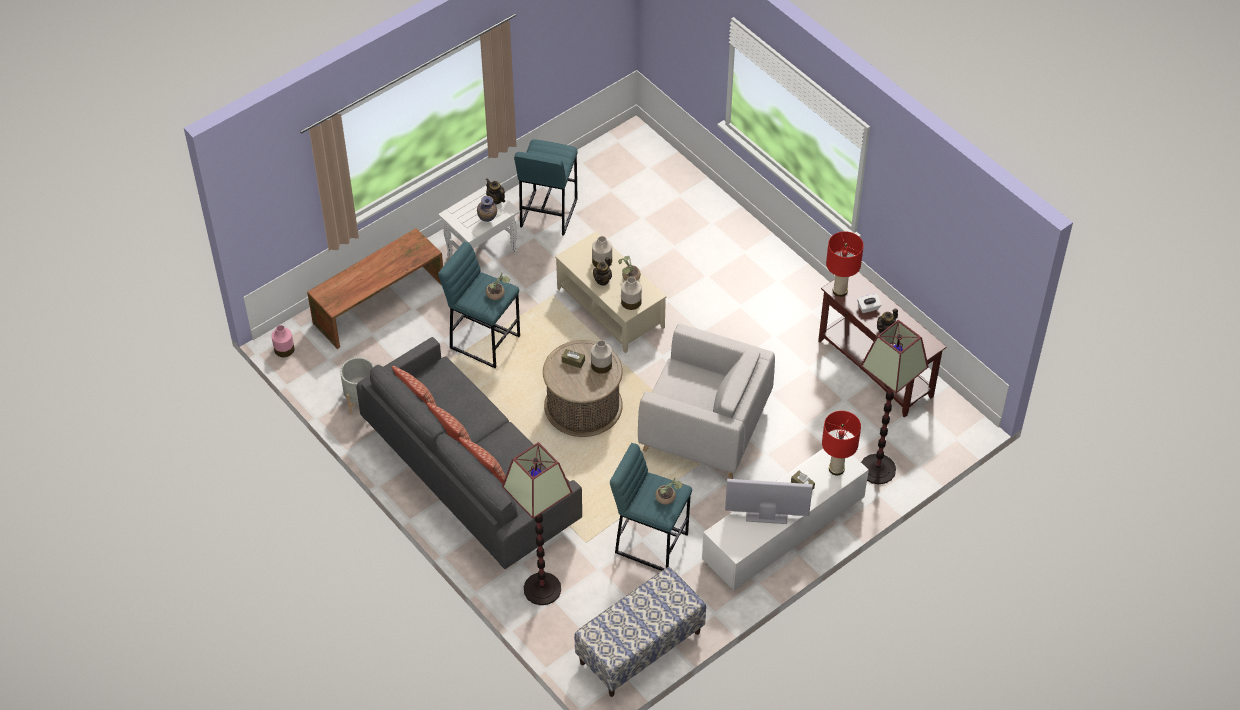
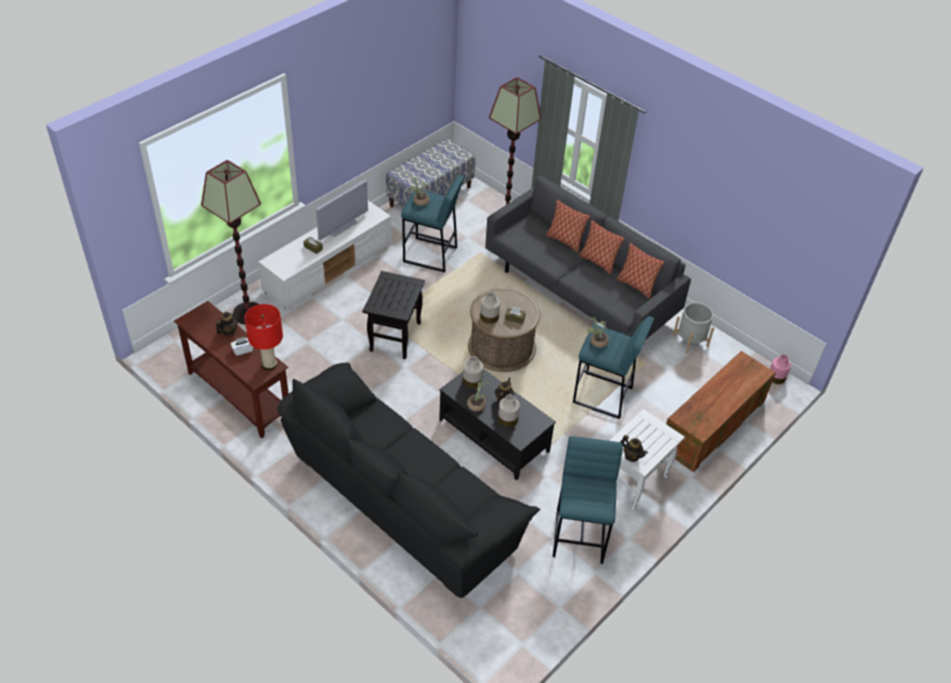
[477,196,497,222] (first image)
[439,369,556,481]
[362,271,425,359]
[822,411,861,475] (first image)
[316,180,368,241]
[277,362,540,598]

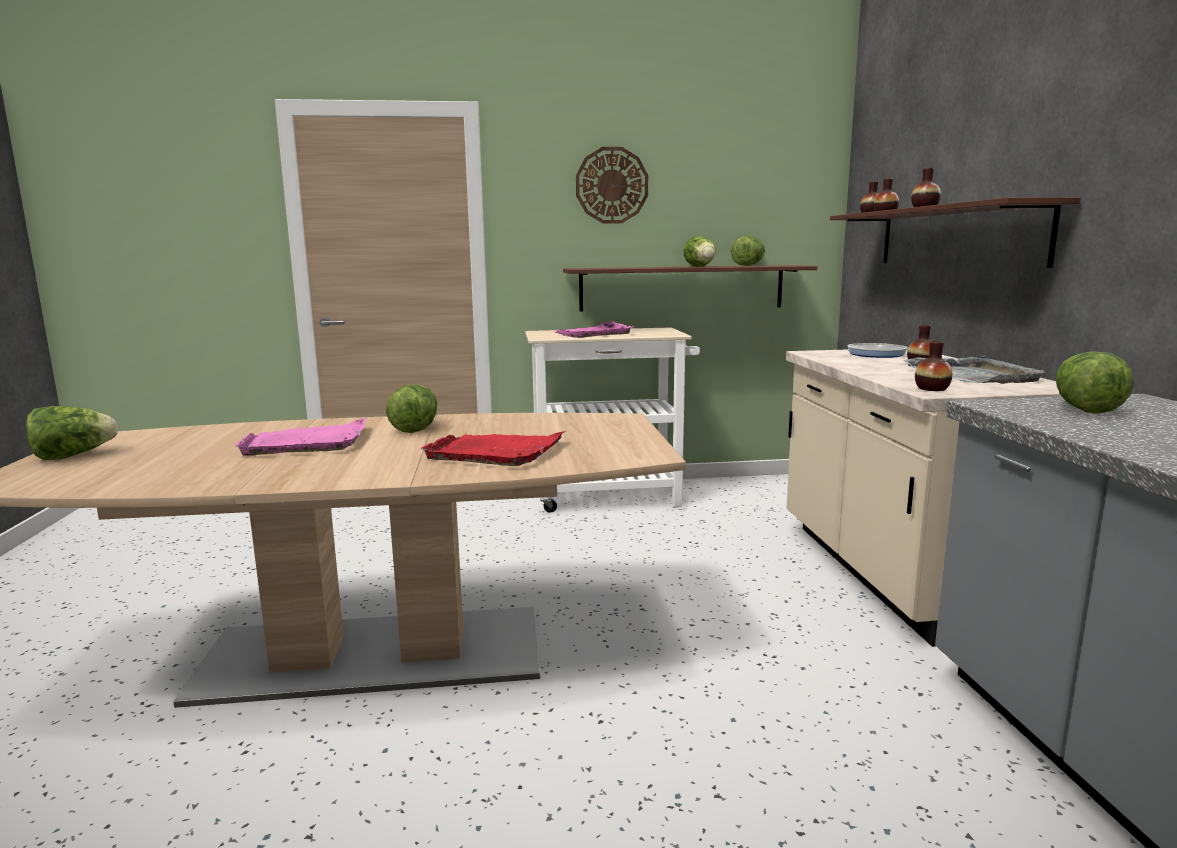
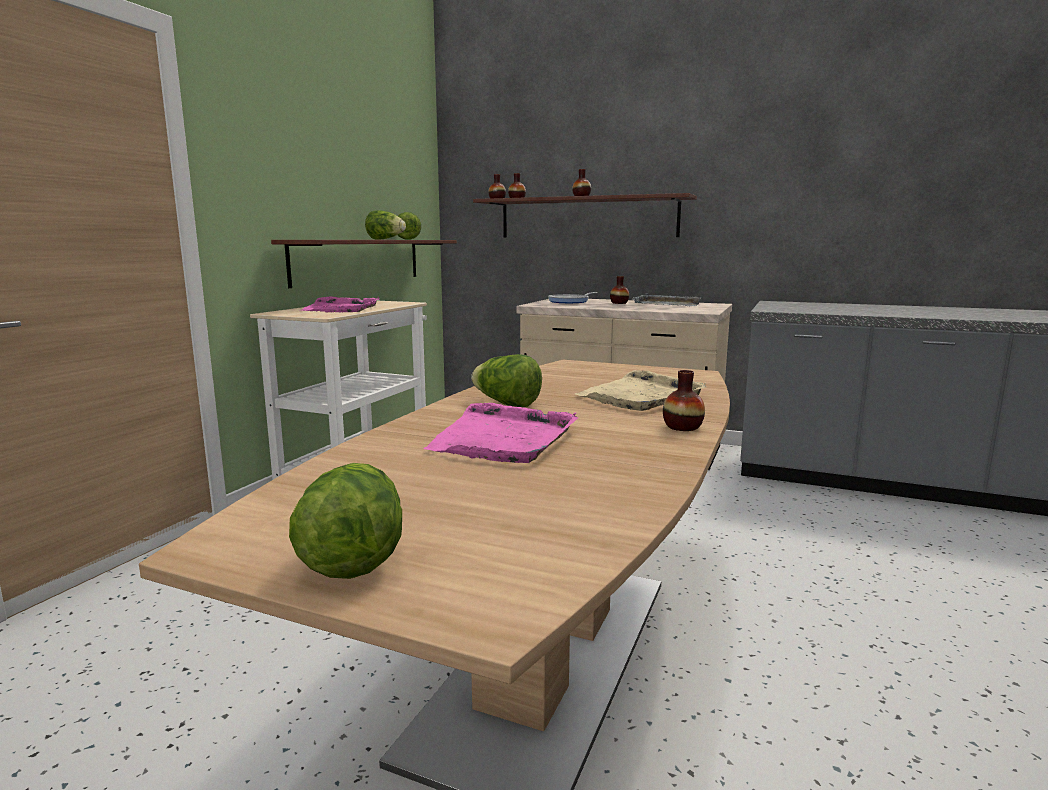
[576,147,648,223] (first image)
[663,370,705,431]
[1055,351,1134,414] (first image)
[575,370,706,411]

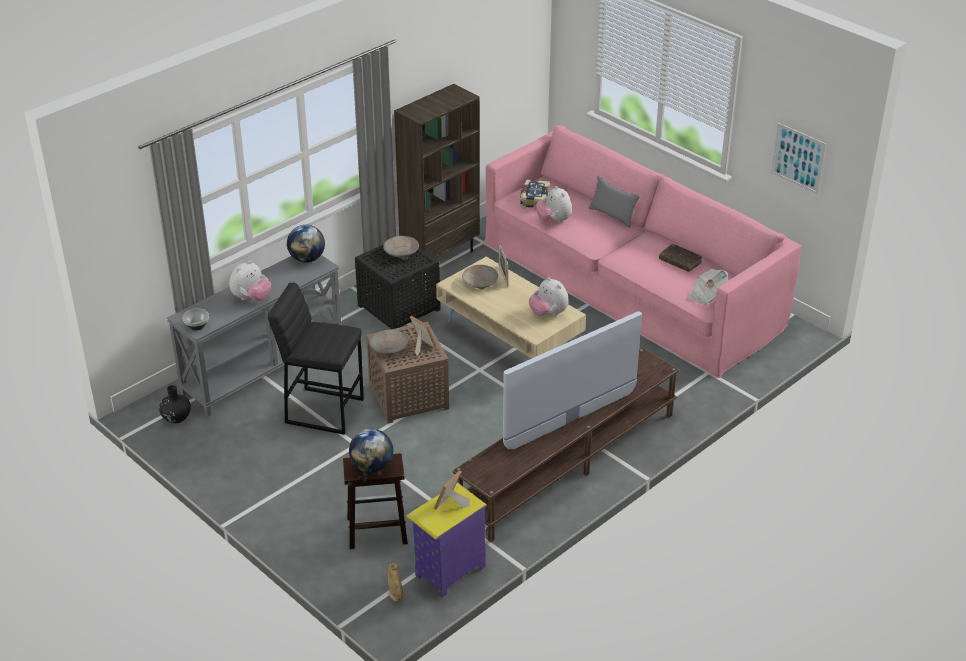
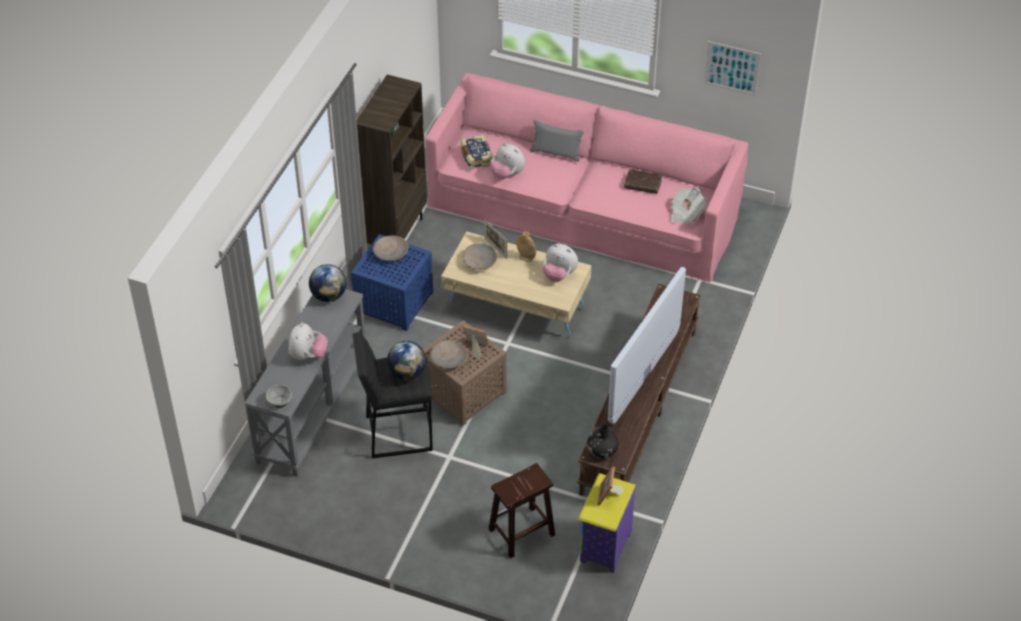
[351,234,433,331]
[587,424,619,459]
[387,341,426,380]
[516,231,536,262]

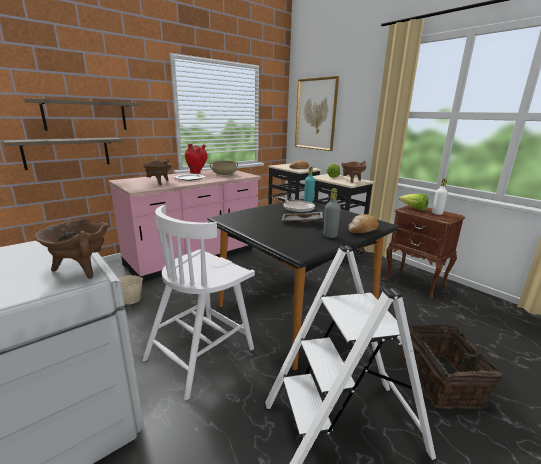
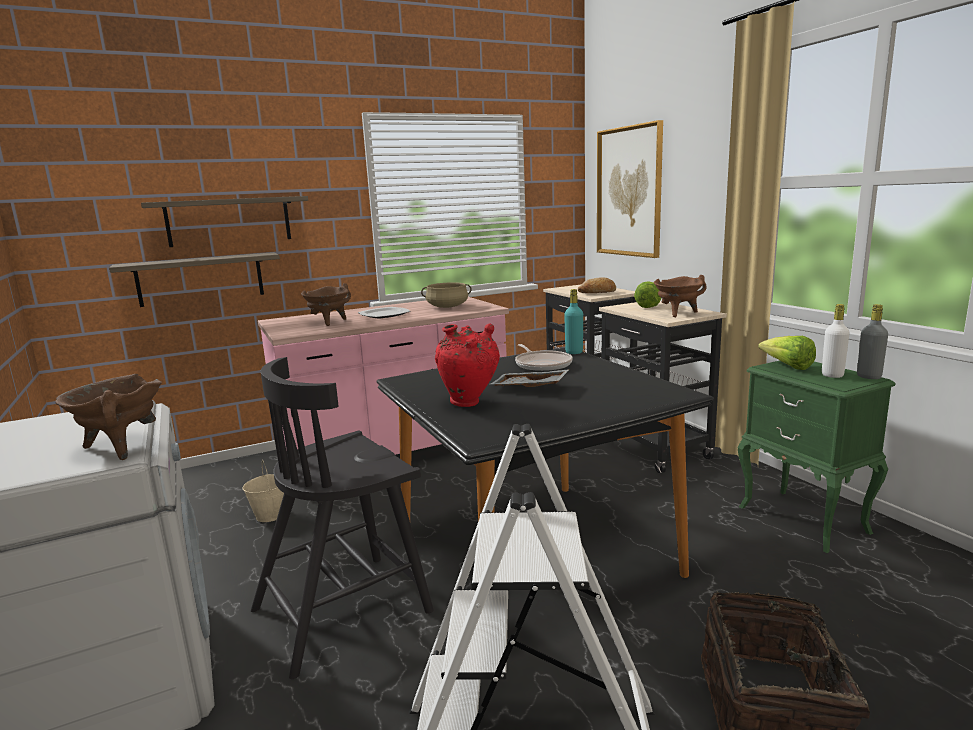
[435,323,500,407]
[857,304,888,379]
[251,357,434,679]
[738,361,896,553]
[349,214,379,233] (first image)

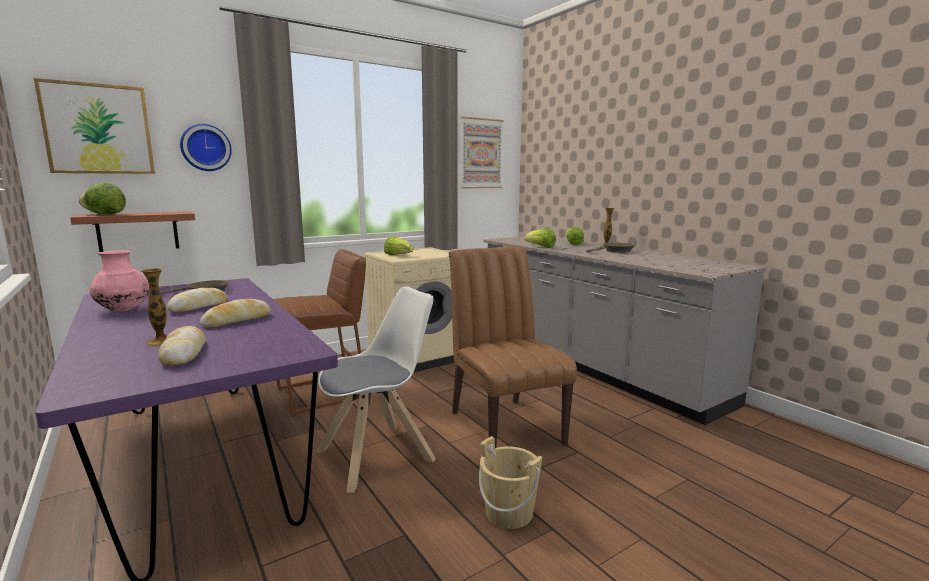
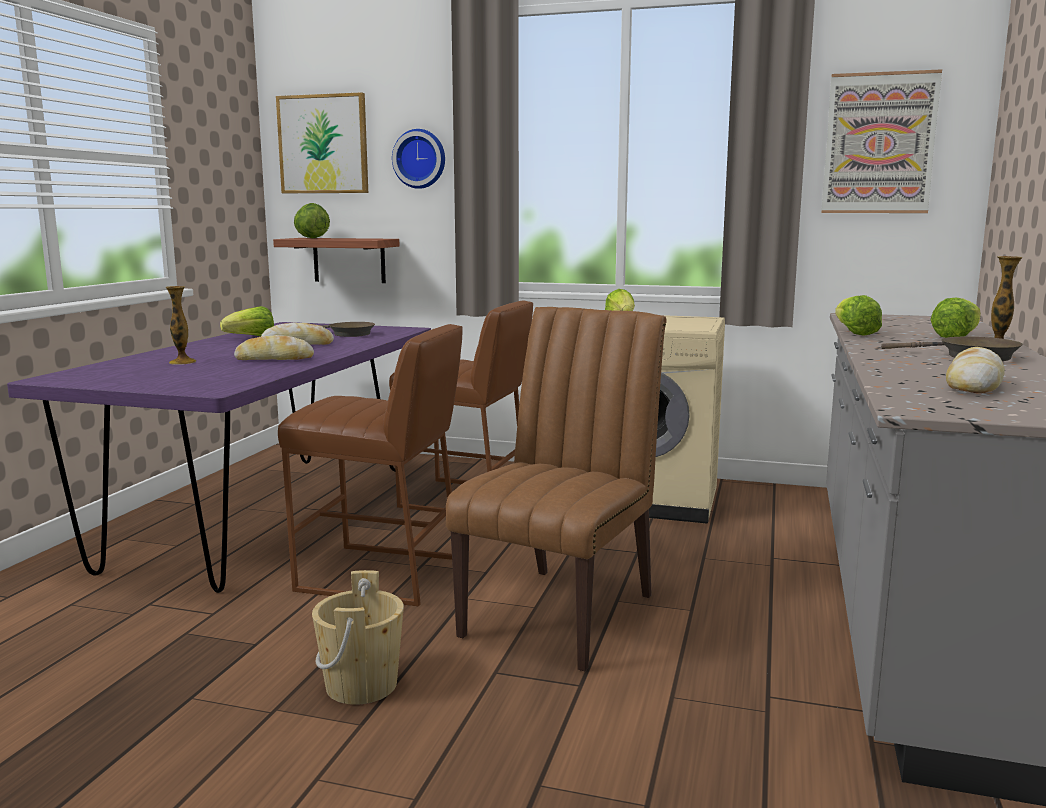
[220,306,274,336]
[278,324,463,606]
[946,347,1005,393]

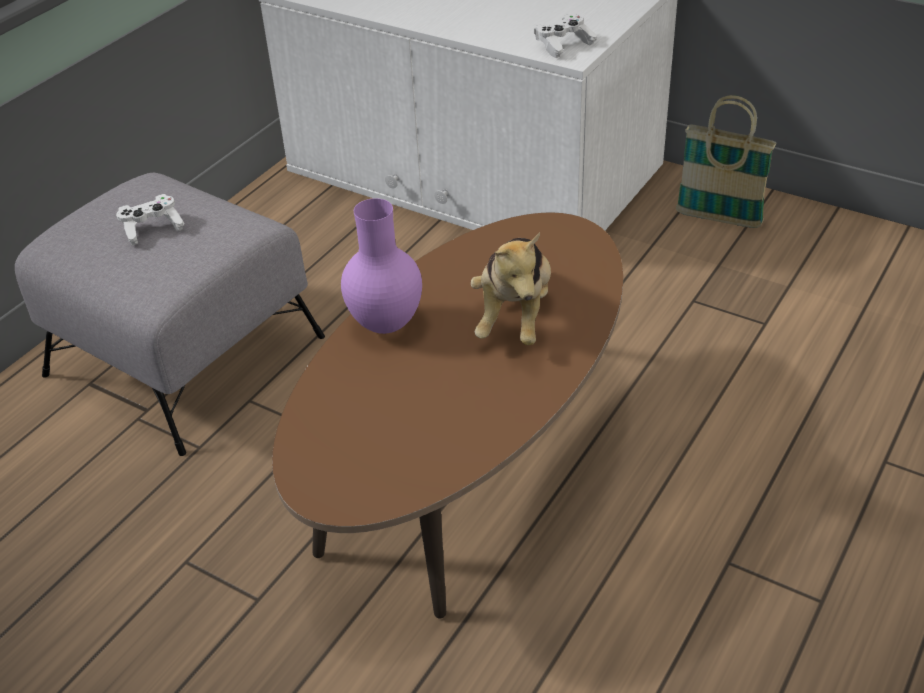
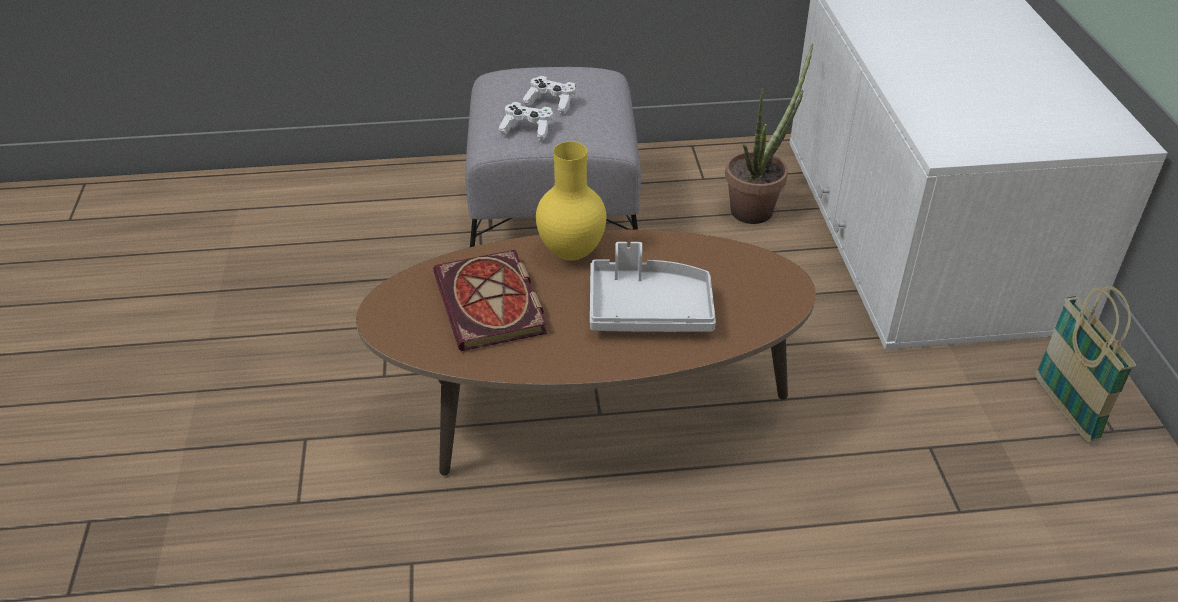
[498,102,553,141]
[536,142,607,260]
[590,242,716,332]
[725,44,813,224]
[433,250,547,351]

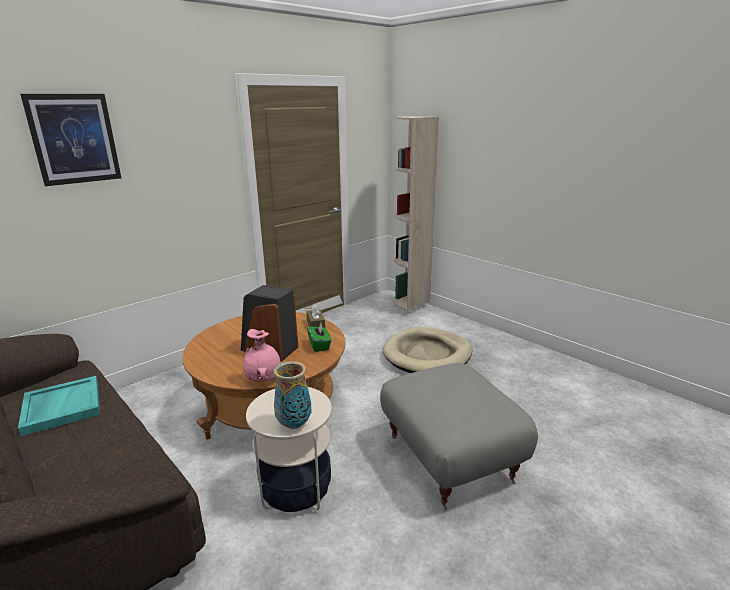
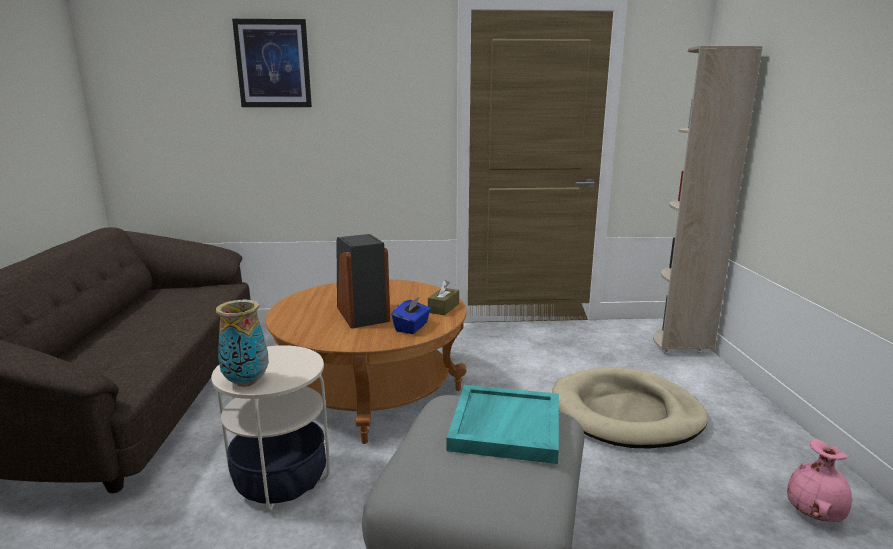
[392,297,431,334]
[787,439,852,522]
[447,385,559,464]

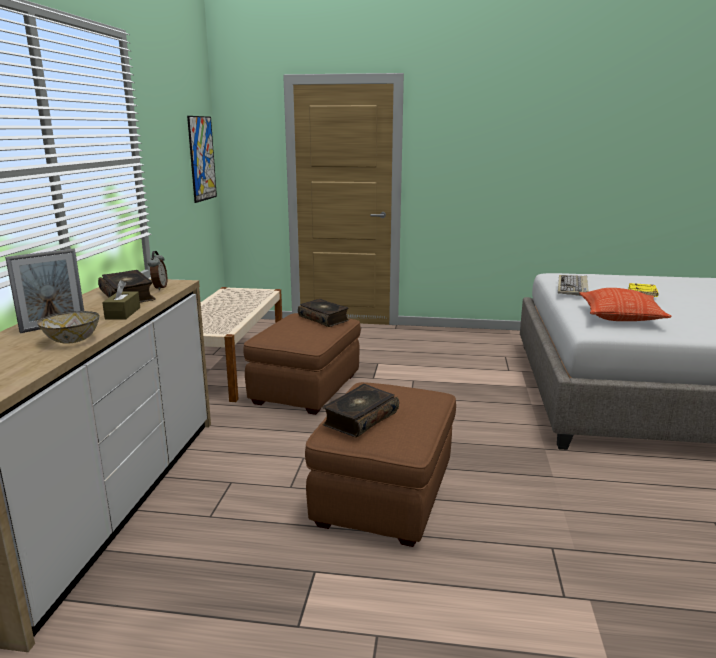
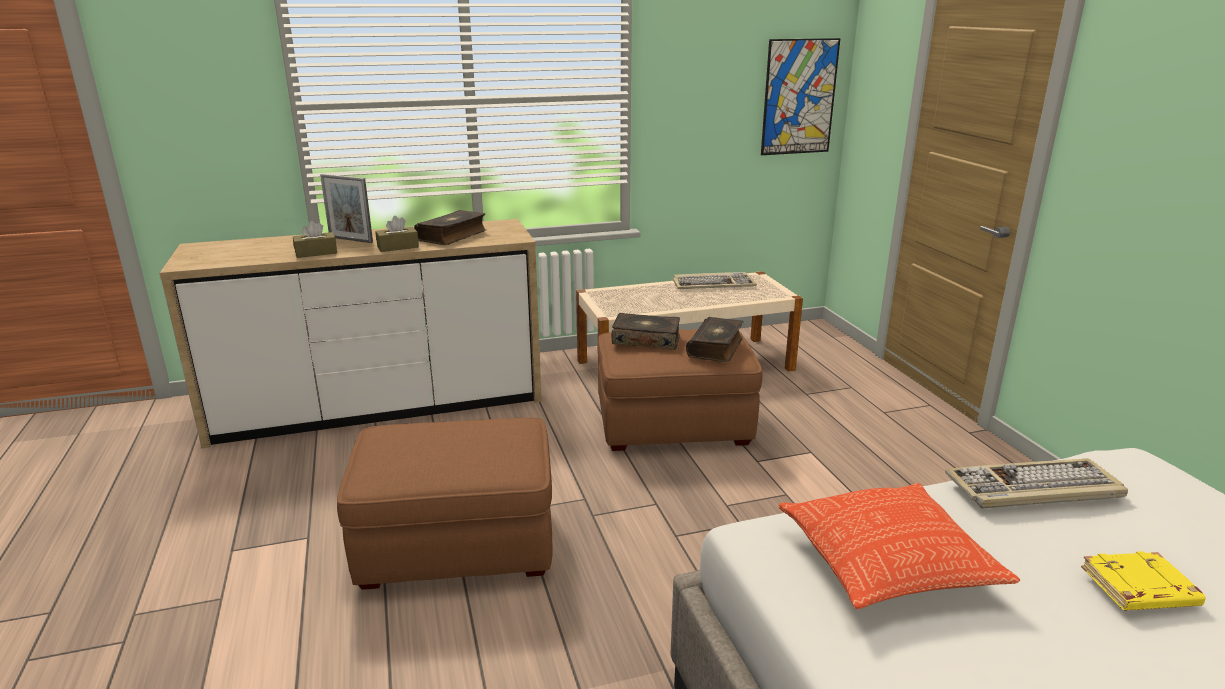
[148,251,167,290] (first image)
[293,221,337,258]
[612,313,680,350]
[673,272,757,289]

